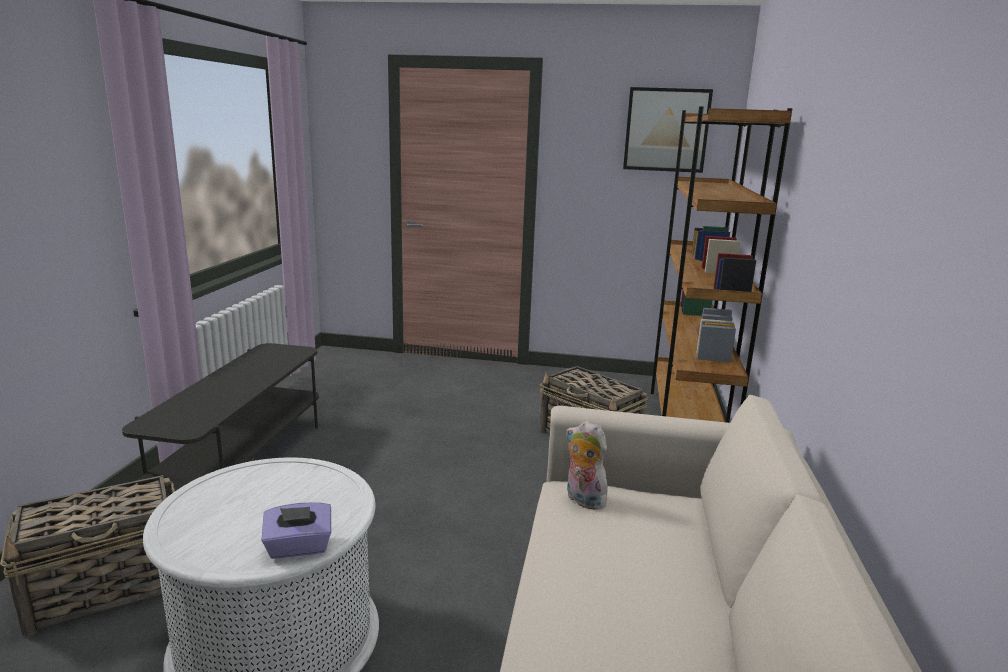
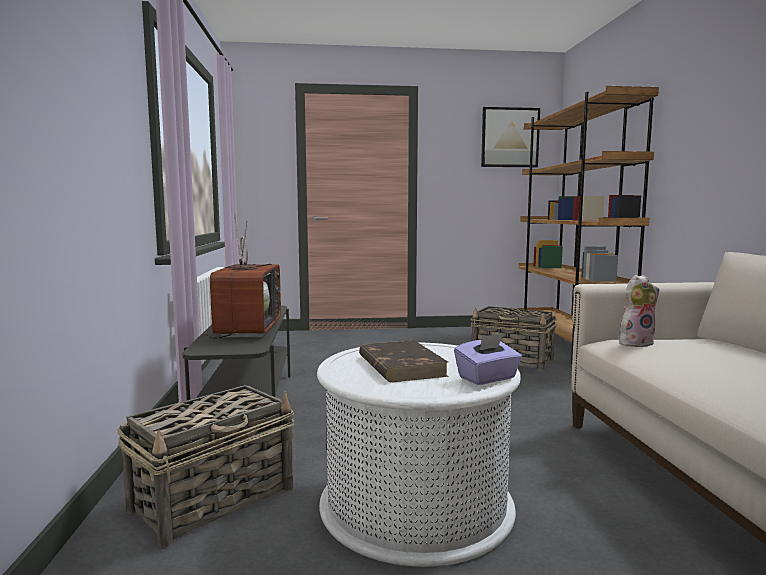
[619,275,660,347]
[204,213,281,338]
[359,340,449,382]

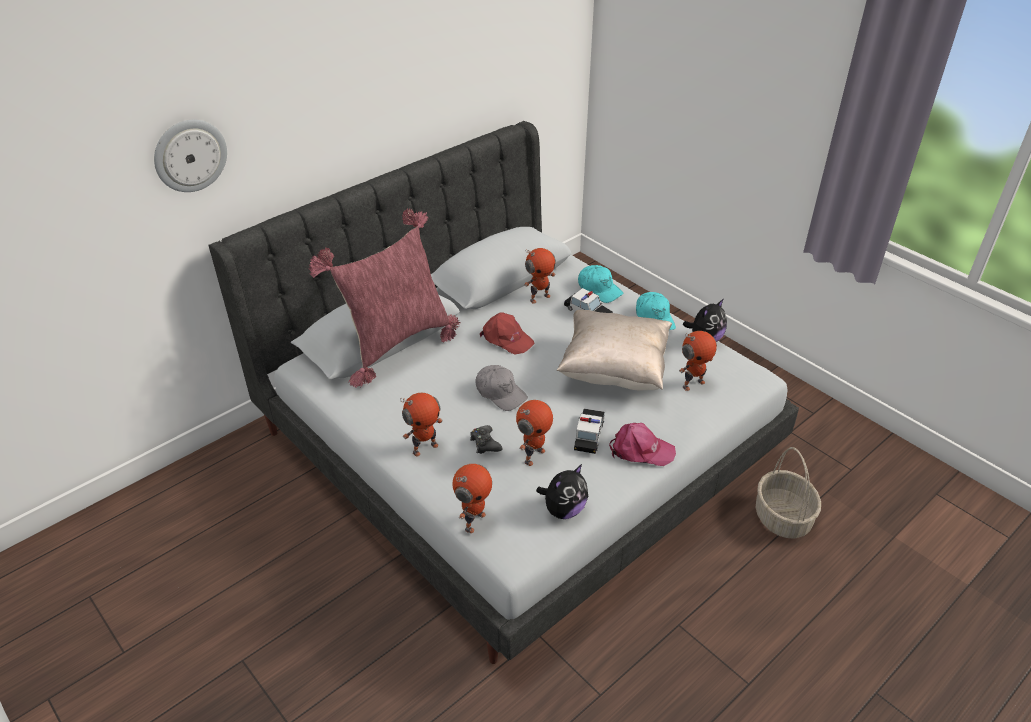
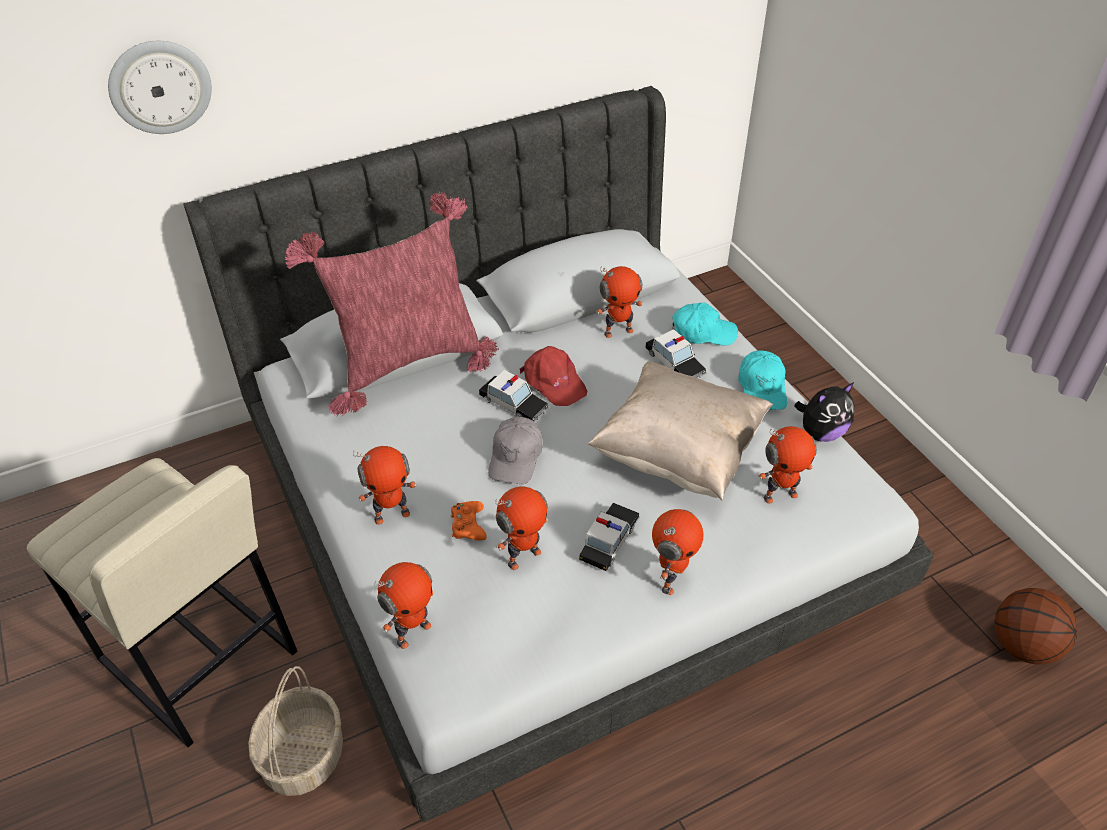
[672,302,738,346]
[488,417,543,484]
[652,509,703,595]
[451,501,487,541]
[248,666,343,796]
[536,464,588,519] (first image)
[479,370,549,422]
[27,458,297,747]
[995,588,1078,664]

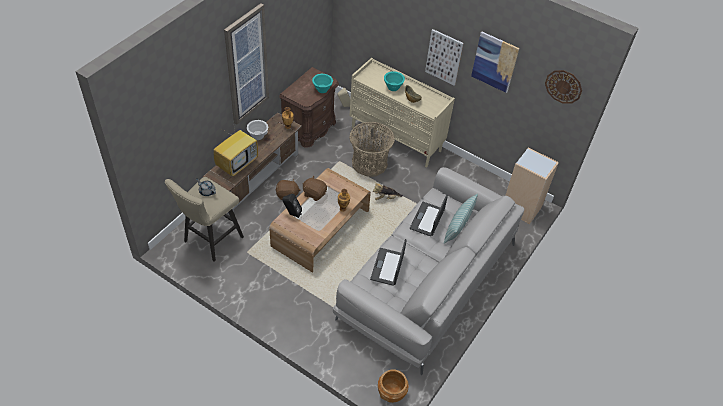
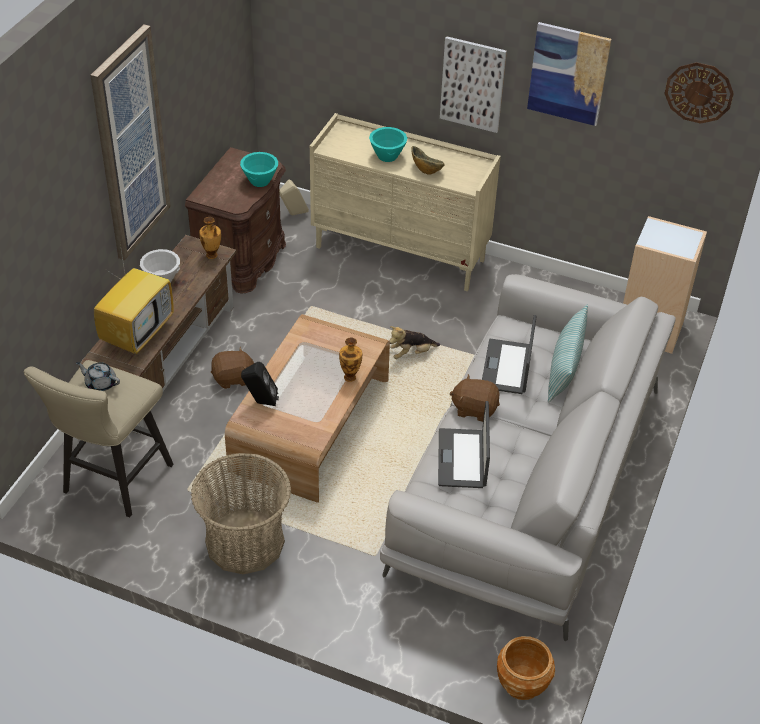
[191,453,291,574]
[450,374,500,422]

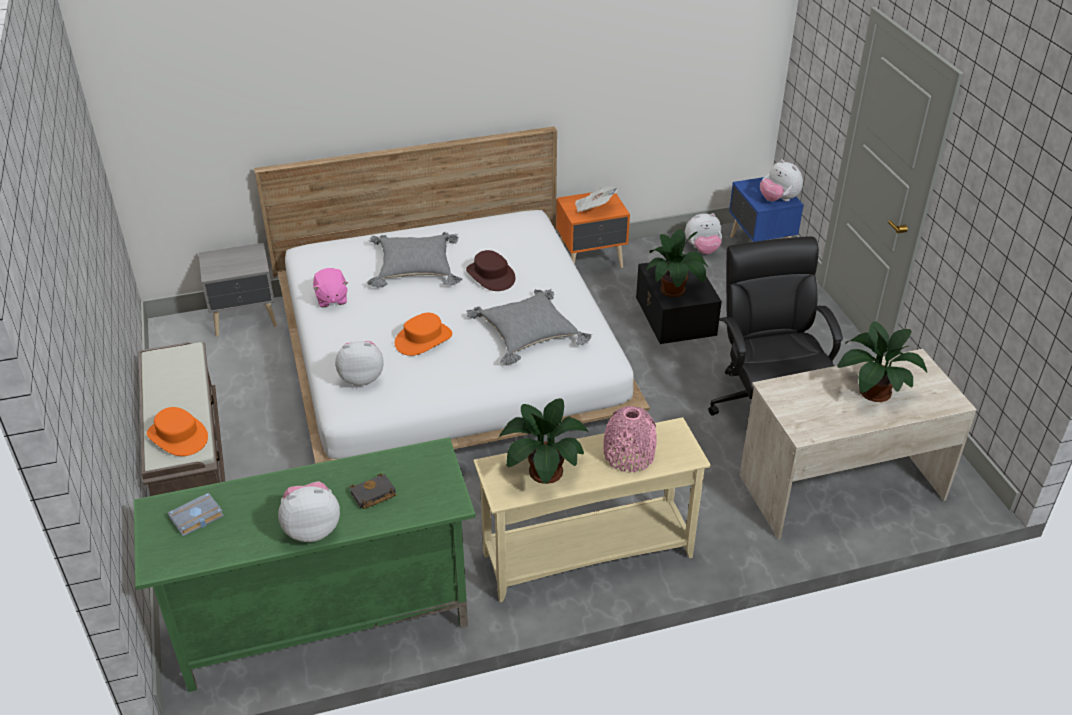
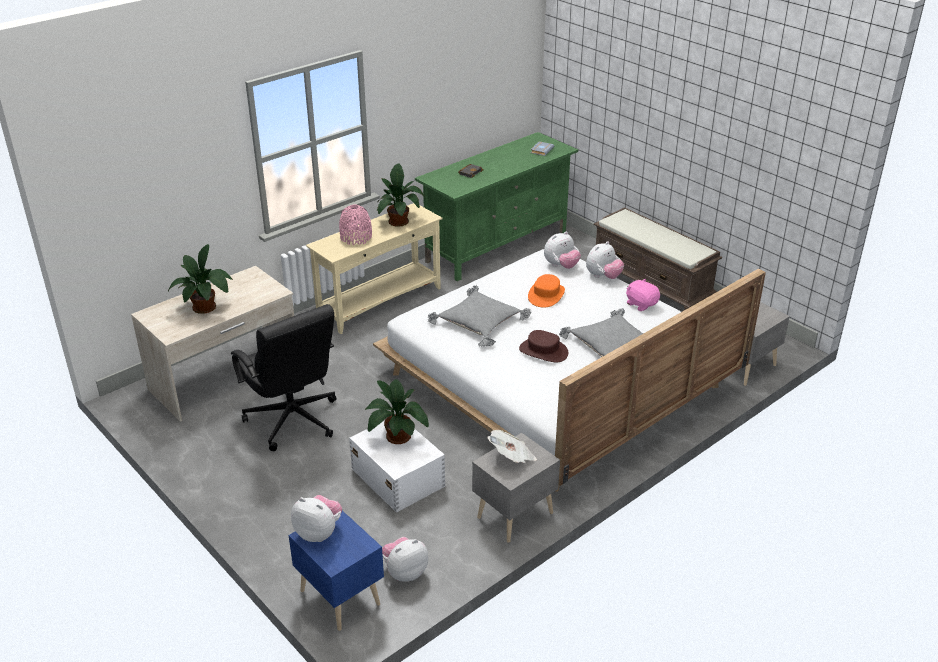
[472,433,560,543]
[349,421,445,513]
[147,407,208,456] (first image)
[586,241,624,279]

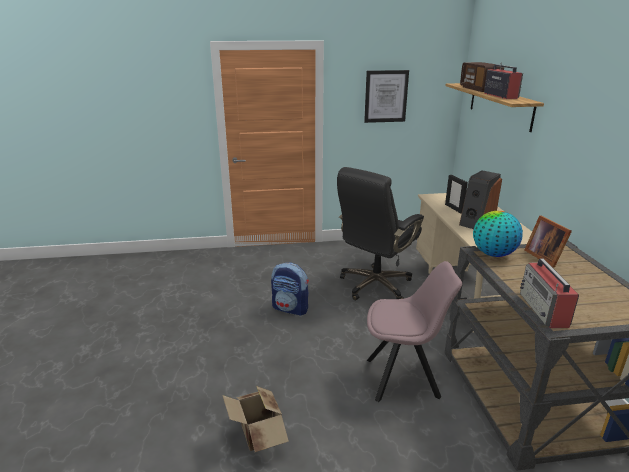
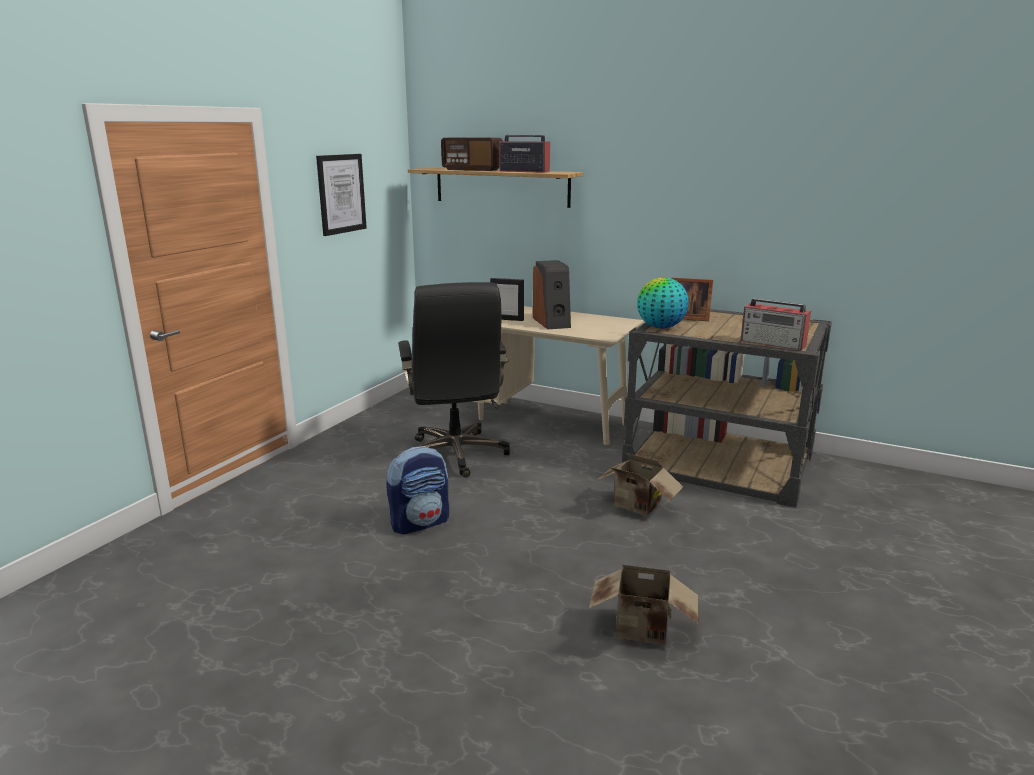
[597,453,683,516]

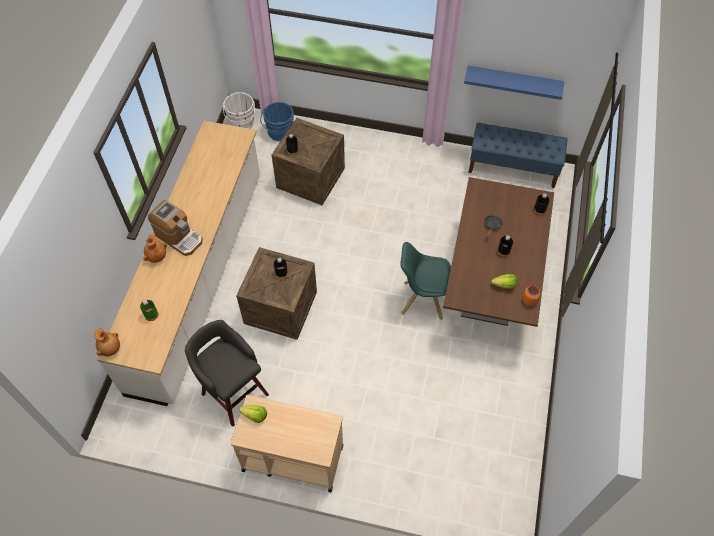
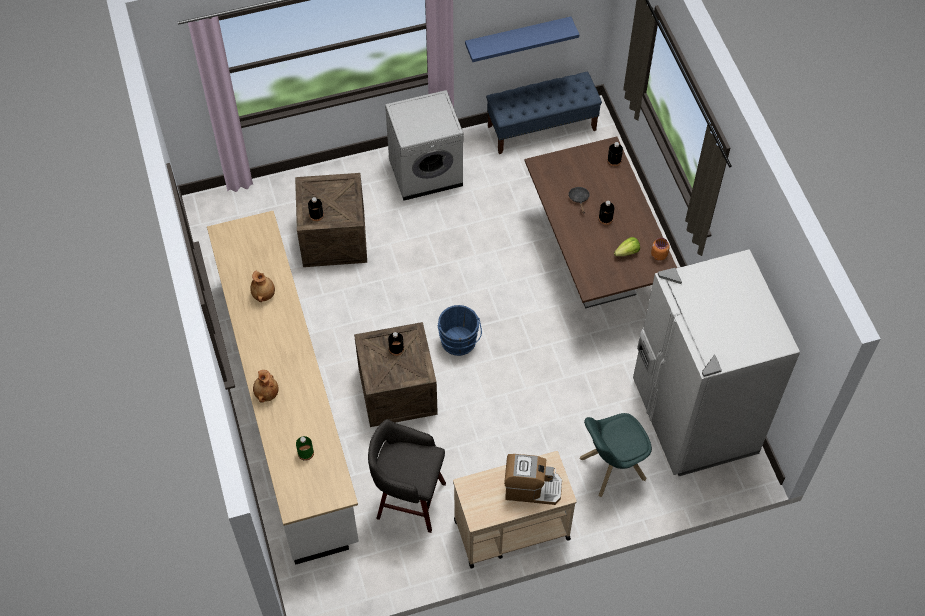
[223,92,255,129] (first image)
[438,305,482,356]
[504,454,562,505]
[580,413,652,497]
[250,271,275,302]
[239,405,267,423] (first image)
[385,90,464,201]
[633,249,800,476]

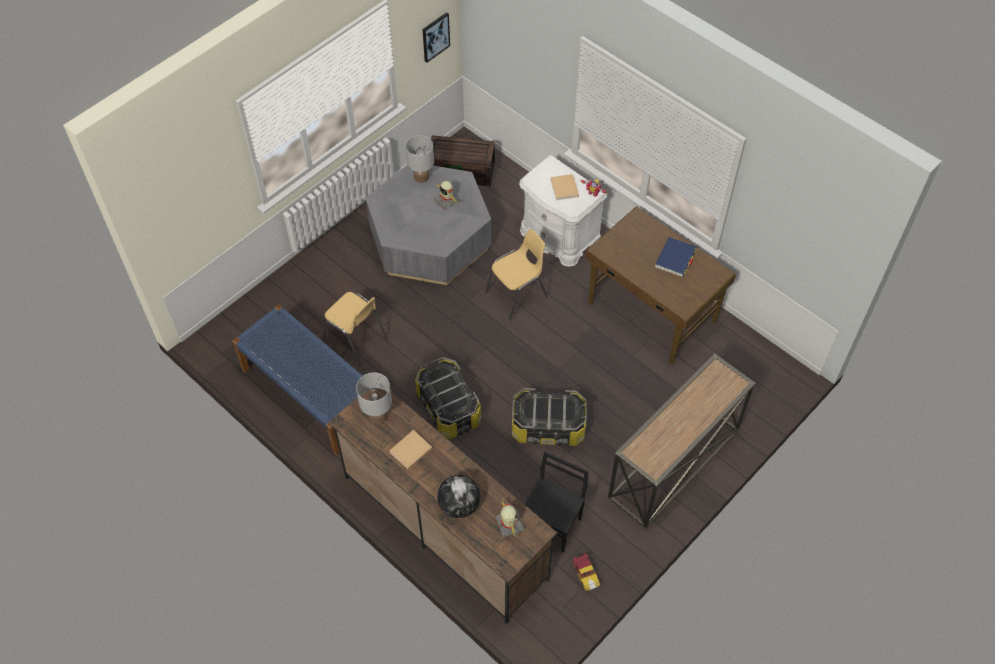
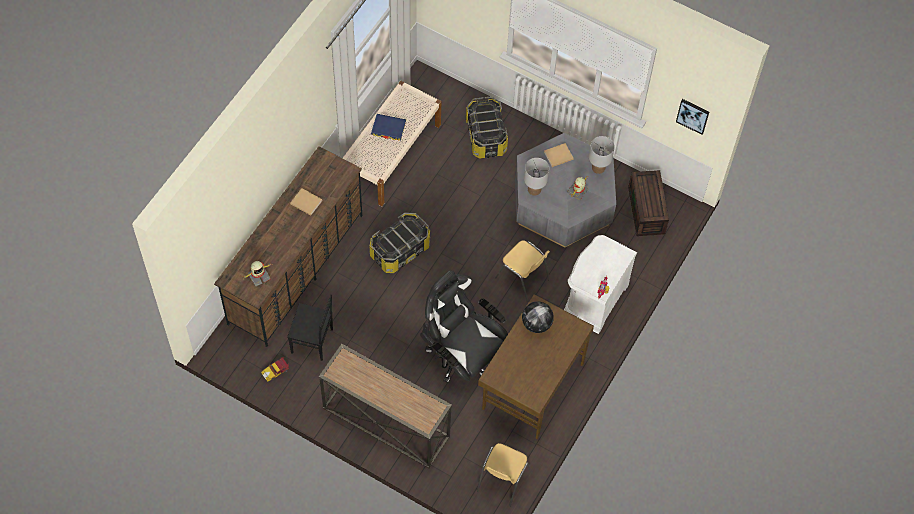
[544,143,574,167]
[371,114,406,141]
[477,443,530,507]
[343,80,441,206]
[524,158,549,195]
[466,96,508,159]
[522,301,554,333]
[420,270,508,383]

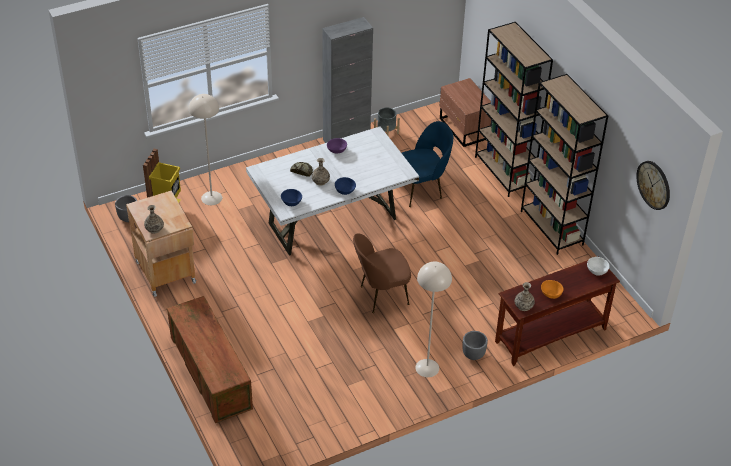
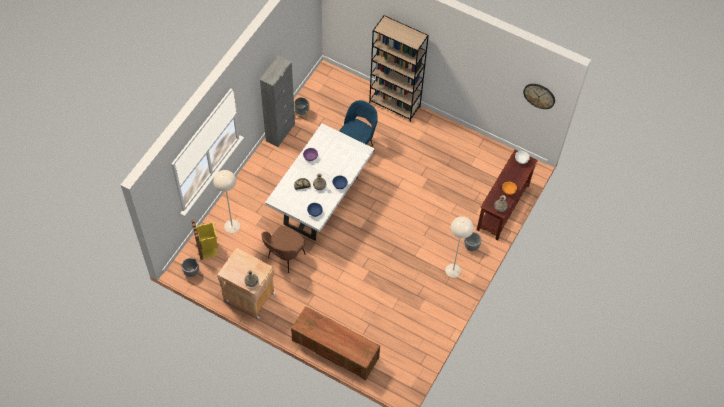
[521,74,608,255] (first image)
[439,78,491,147] (first image)
[261,226,306,273]

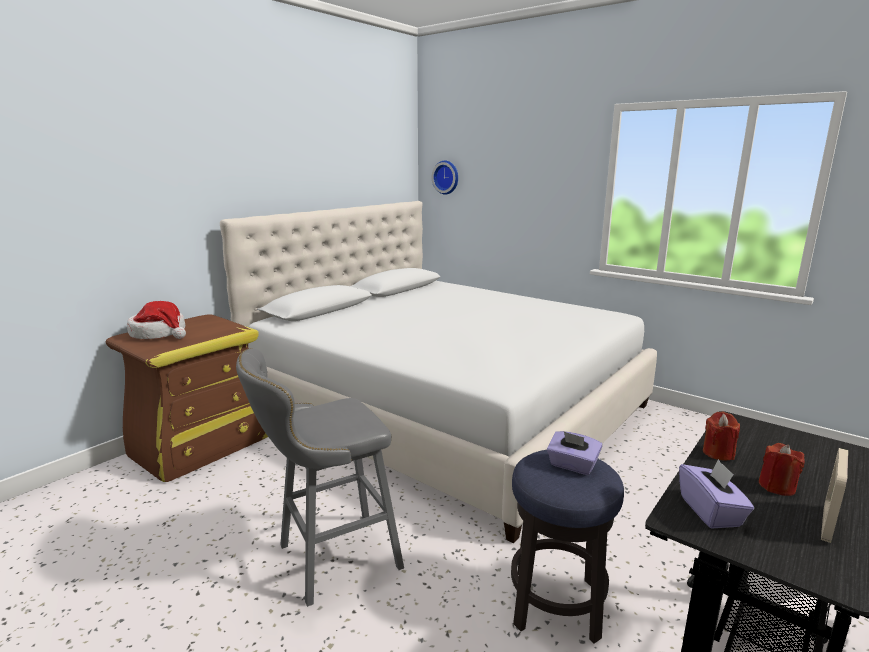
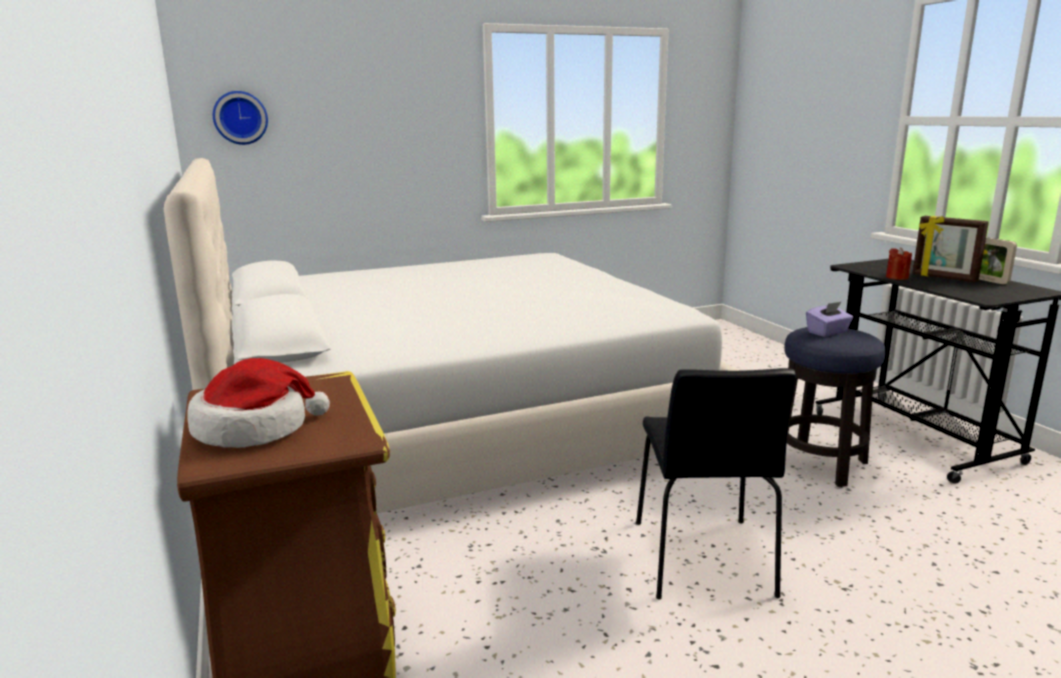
[636,368,796,600]
[913,216,989,282]
[679,459,754,529] (first image)

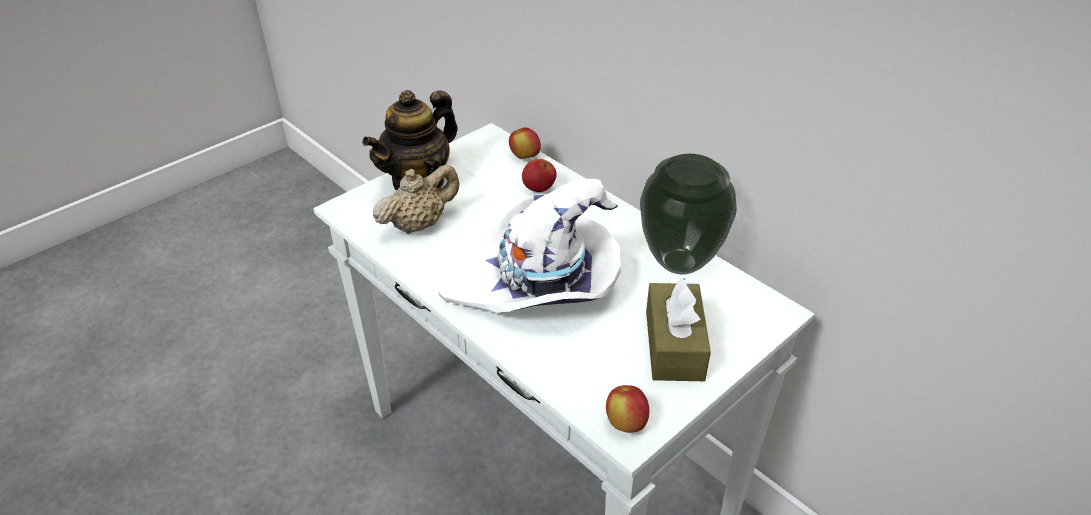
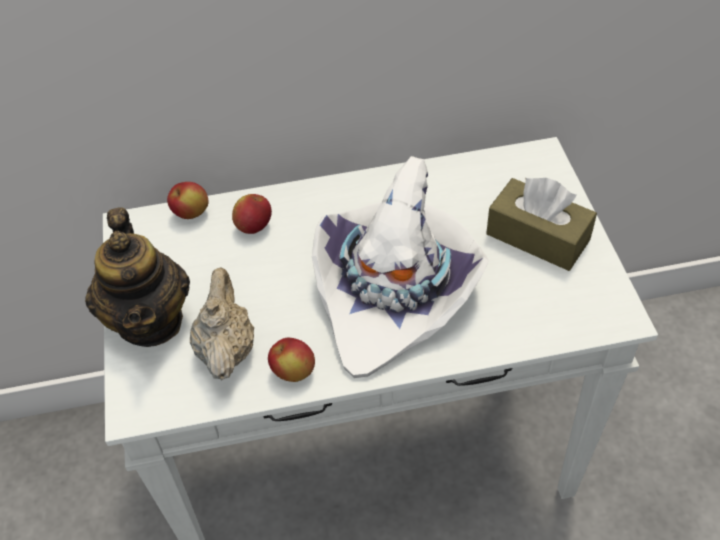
[640,154,737,275] (first image)
[268,338,315,382]

